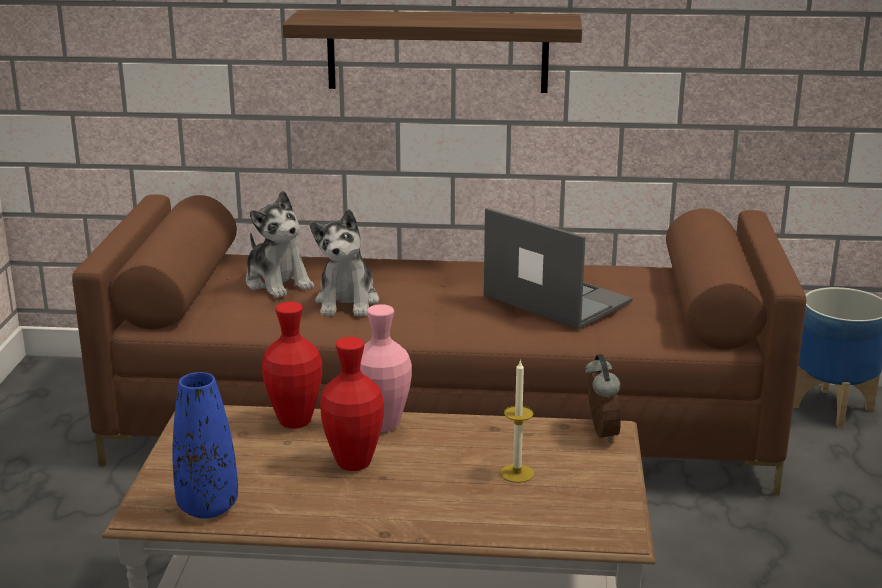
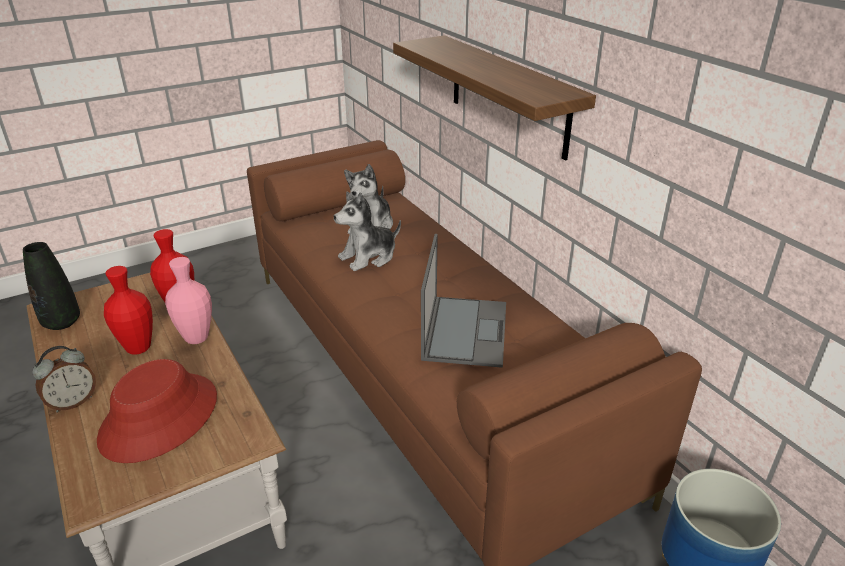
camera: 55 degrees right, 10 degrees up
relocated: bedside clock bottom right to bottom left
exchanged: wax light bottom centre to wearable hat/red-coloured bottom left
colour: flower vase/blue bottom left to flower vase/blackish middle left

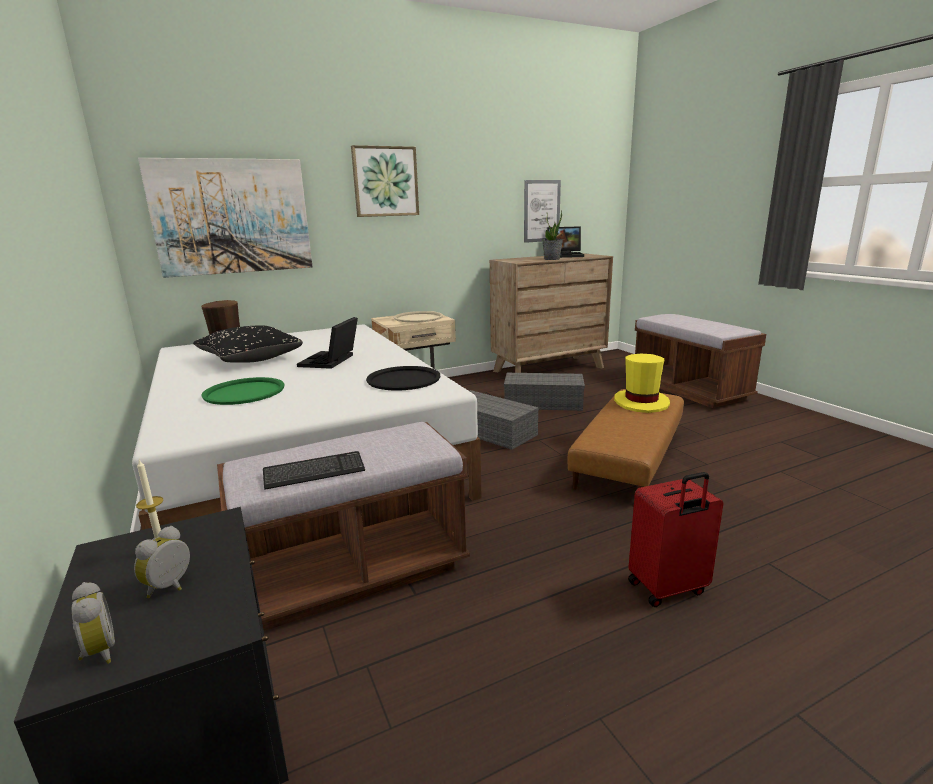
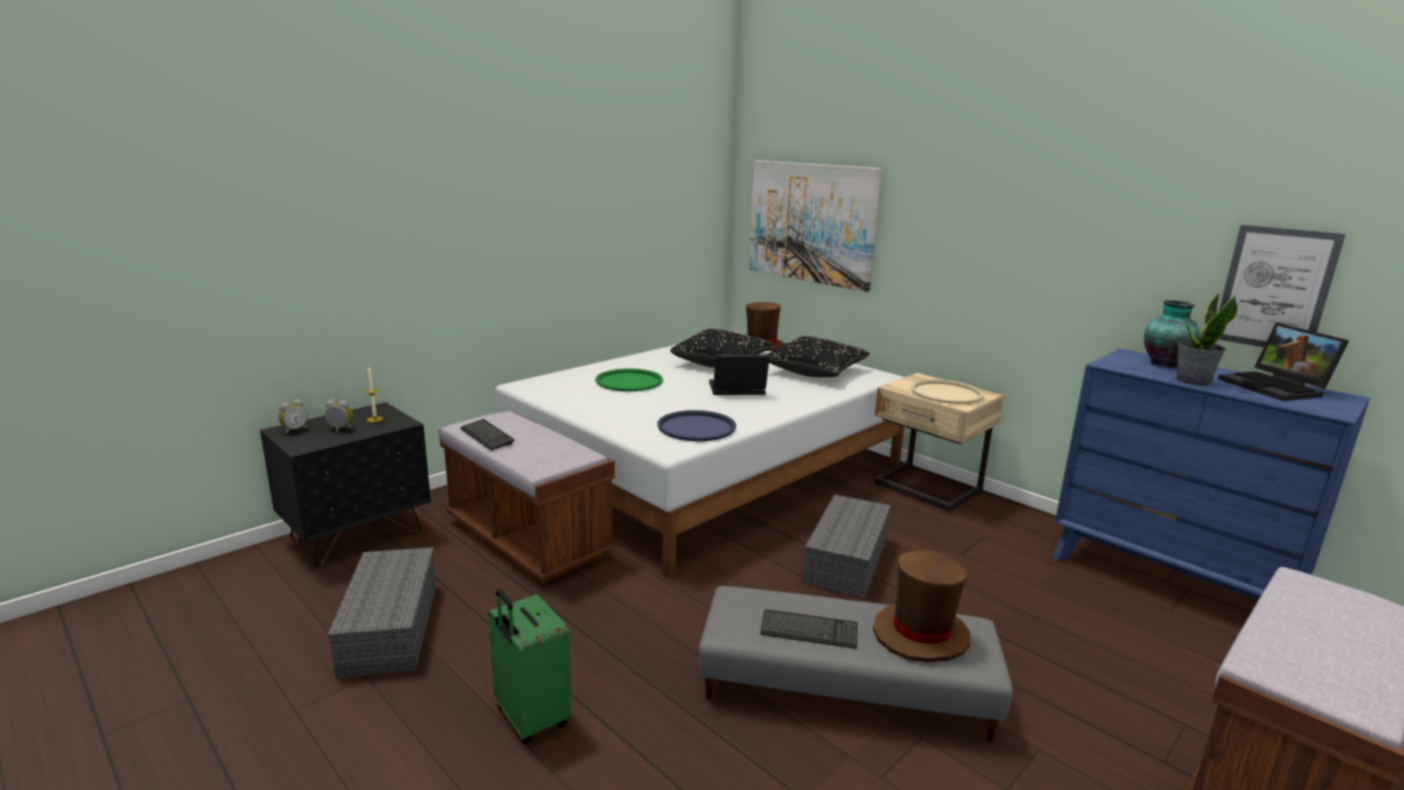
camera: 70 degrees right, 0 degrees up
missing: wall picture (no. 2 from left) top centre
appeared: keyboard (no. 2 from left) bottom centre; throw pillow/blackish (no. 2 from left) centre; flower vase middle right
relocated: storage container/greyish (no. 2 from left in the first image) centre to storage container/greyish (no. 1 from left) bottom left
colour: tray/blackish centre to tray/blue centre; dresser/brown centre to dresser/blue middle right; ottoman/brown middle right to ottoman/greyish bottom centre; wearable hat/yellow middle right to wearable hat/brown (no. 2 from left) bottom centre; suitcase/red-coloured bottom right to suitcase/green bottom centre

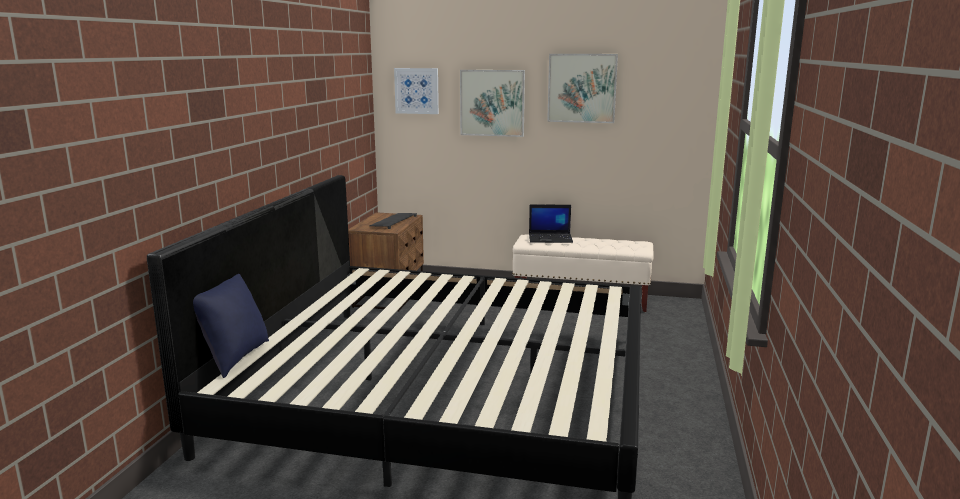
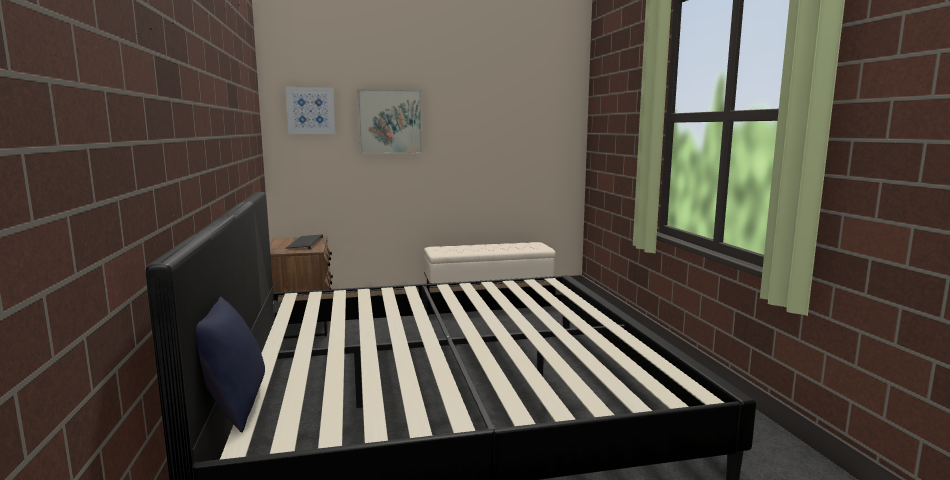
camera: 25 degrees left, 5 degrees down
missing: notebook computer centre; wall picture (no. 3 from left) top centre

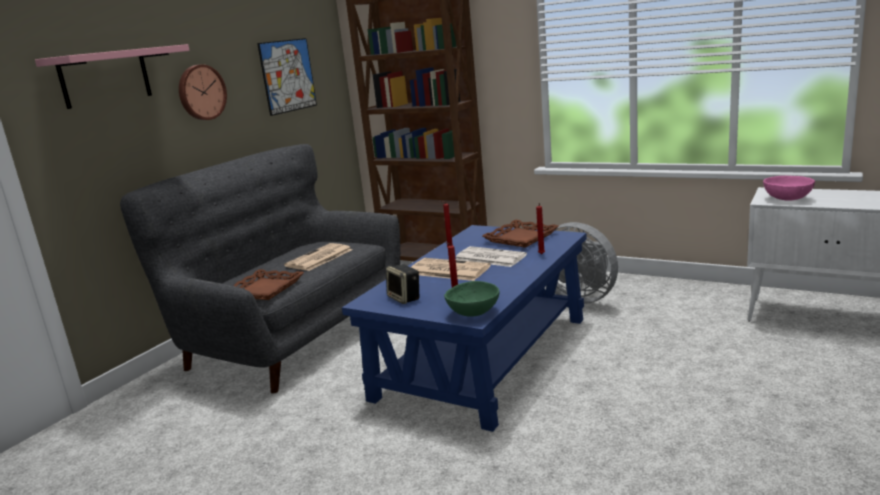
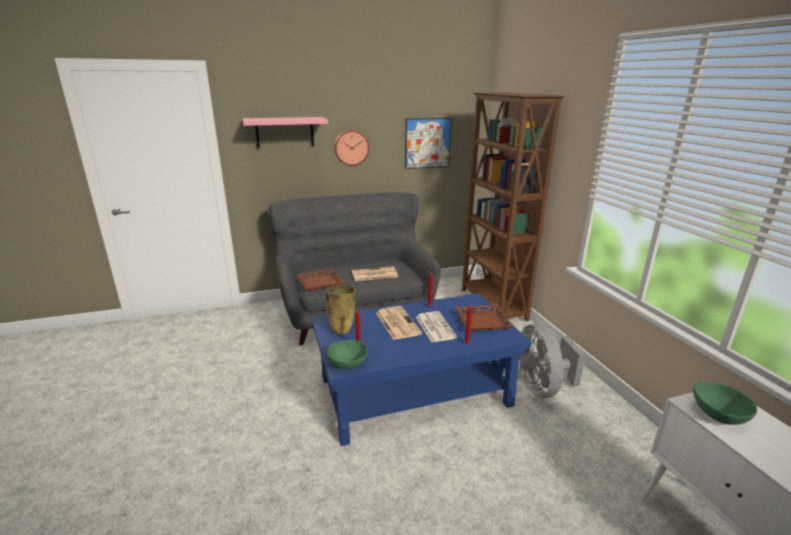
camera: 40 degrees right, 5 degrees up
exchanged: speaker centre to flower vase/beige-coloured centre
colour: deep dish/pink middle right to deep dish/green (no. 2 from left) bottom right

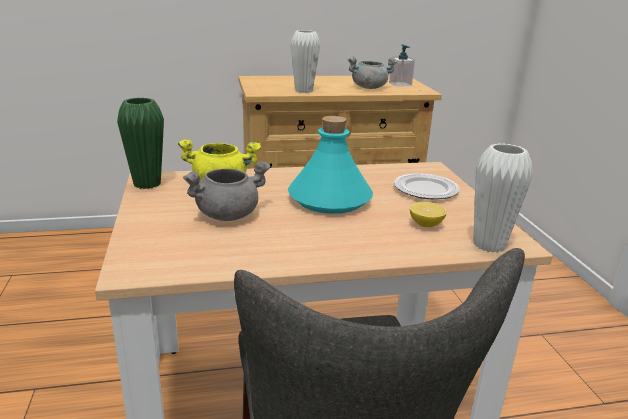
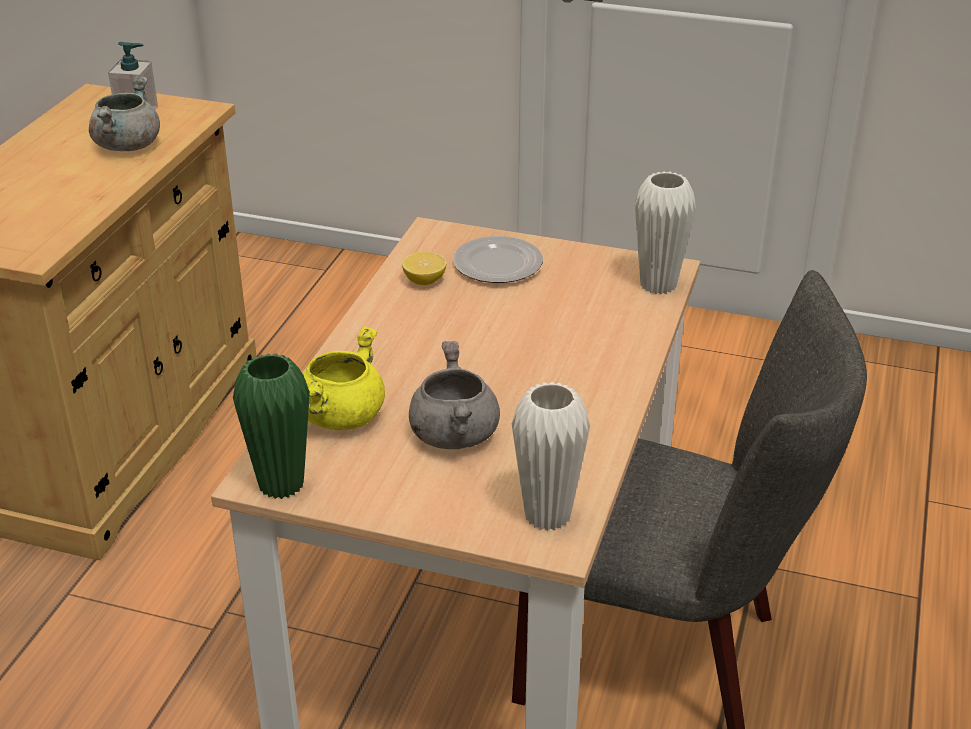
camera: 60 degrees left, 10 degrees up
missing: bottle/turquoise-coloured centre
relocated: flower vase/whitish (no. 1 from left) top centre to centre; lemon middle right to centre

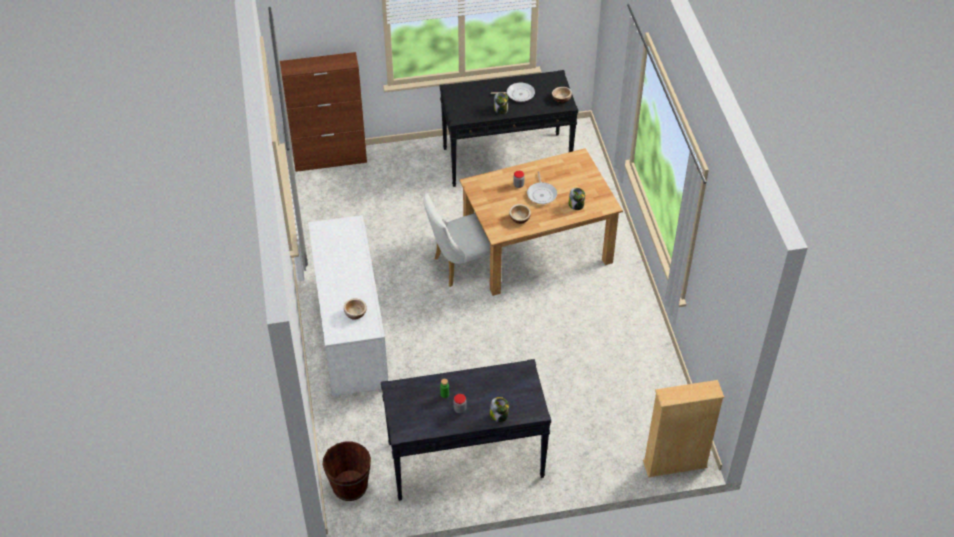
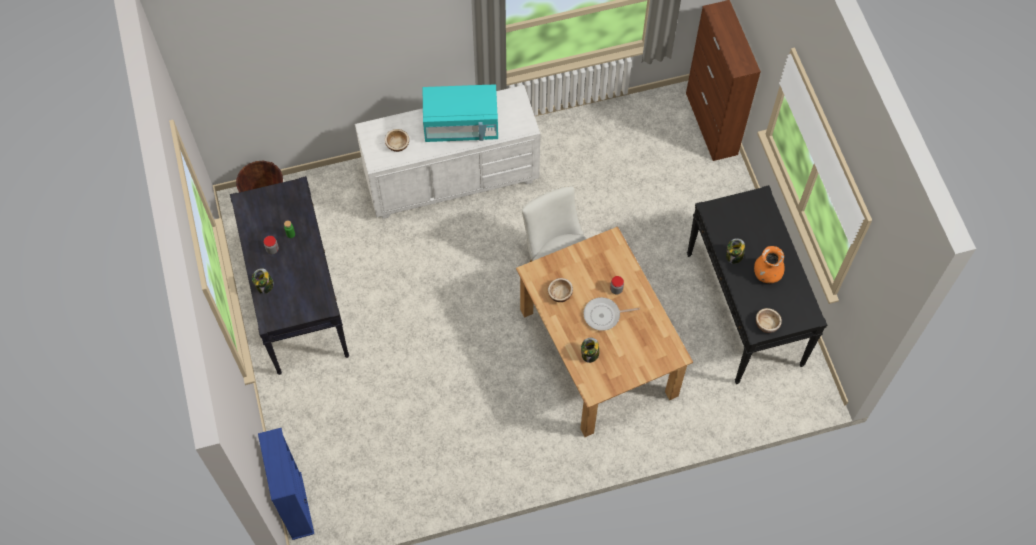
camera: 85 degrees right, 15 degrees up
appeared: microwave/turquoise-coloured top centre
exchanged: frying pan (no. 1 from left) top centre to flower vase/orange-coloured middle right
colour: bookcase/beige-coloured bottom right to bookcase/blue bottom left

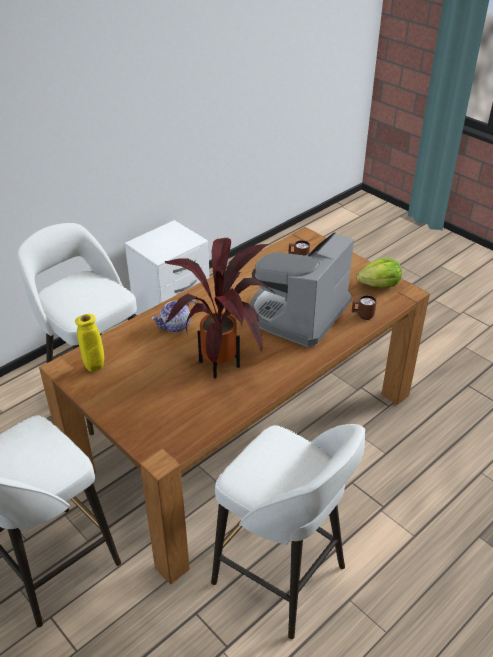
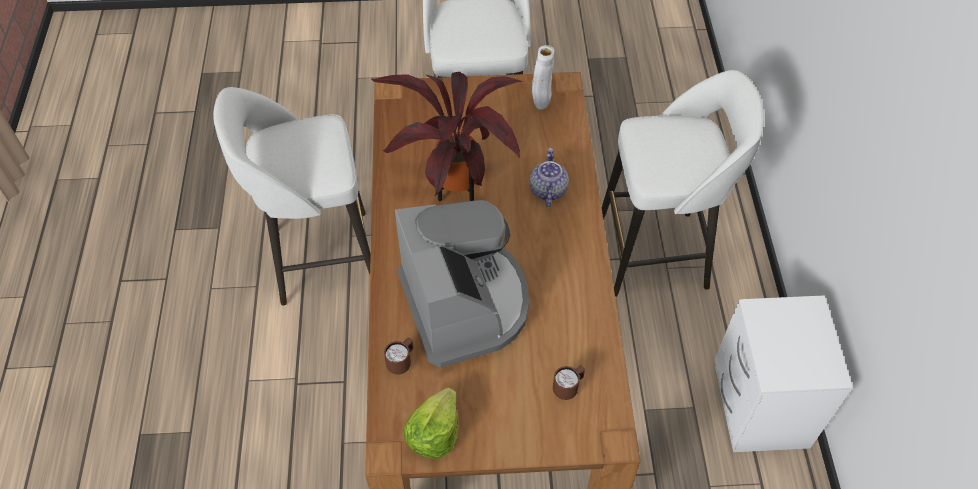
camera: 130 degrees right, 15 degrees up
colour: flower vase/yellow middle left to flower vase/whitish top centre

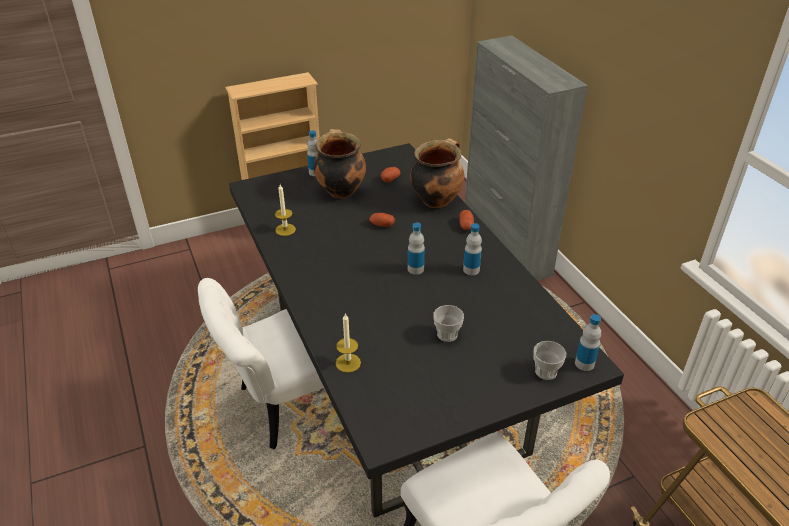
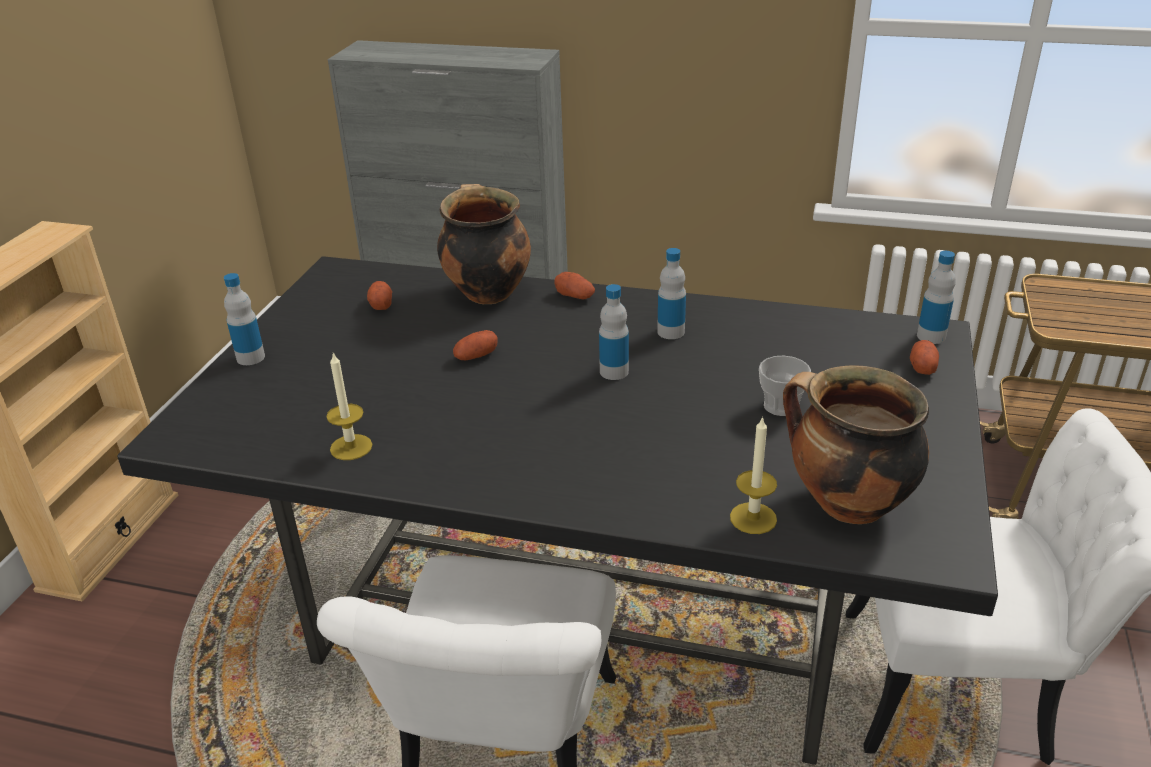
camera: 50 degrees left, 5 degrees down
relocated: saucepot (no. 1 from left in the first image) top centre to saucepot (no. 2 from left) middle right
exchanged: drinking cup (no. 2 from left) bottom right to whole potato (no. 4 from left) middle right

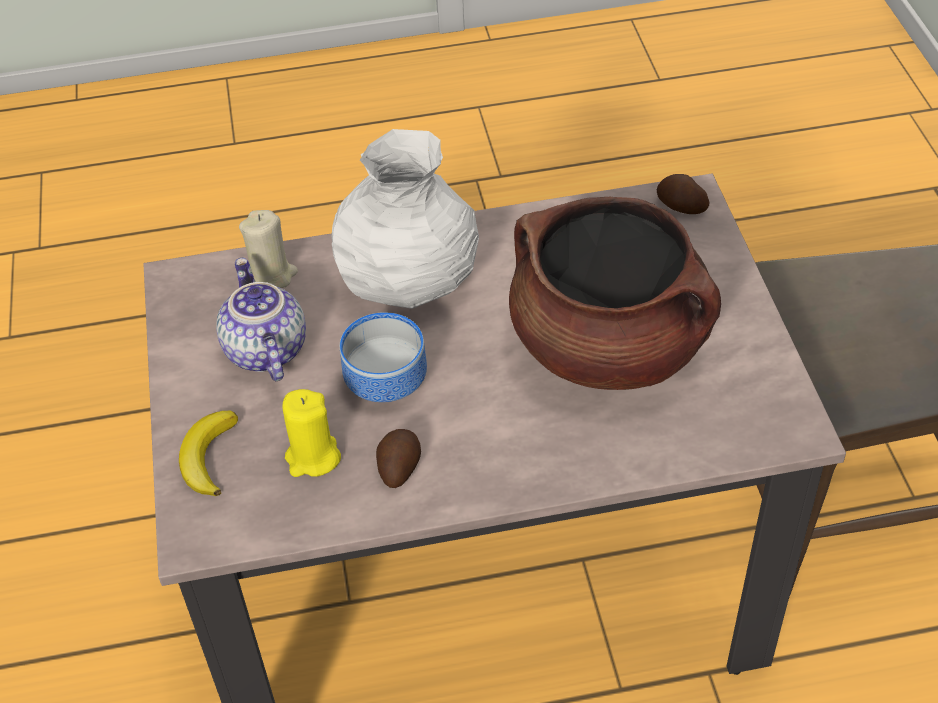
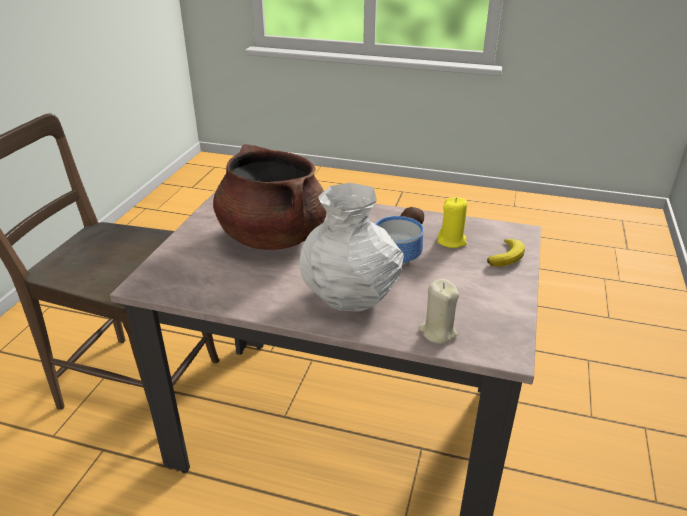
camera: 155 degrees left, 15 degrees down
missing: pot for tea middle left; whole potato (no. 2 from left) top right

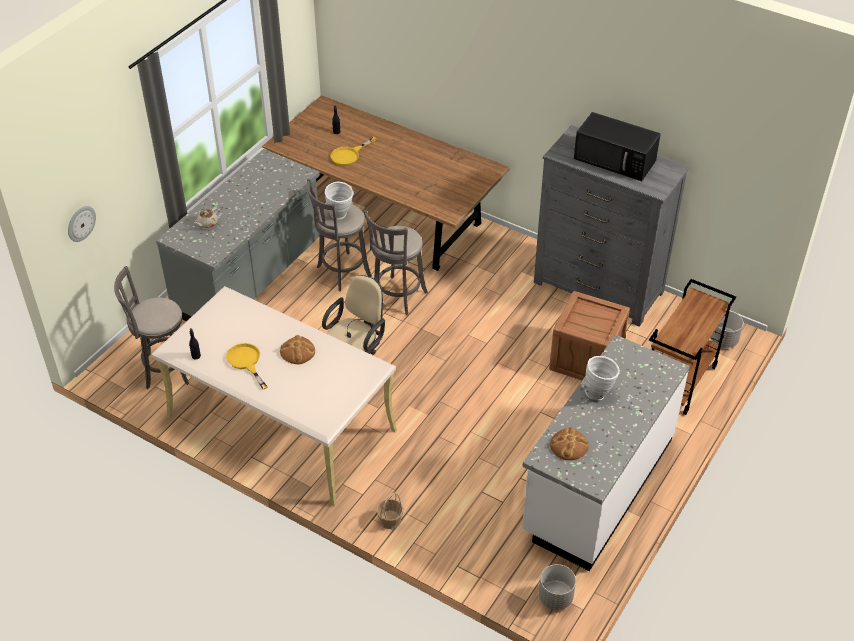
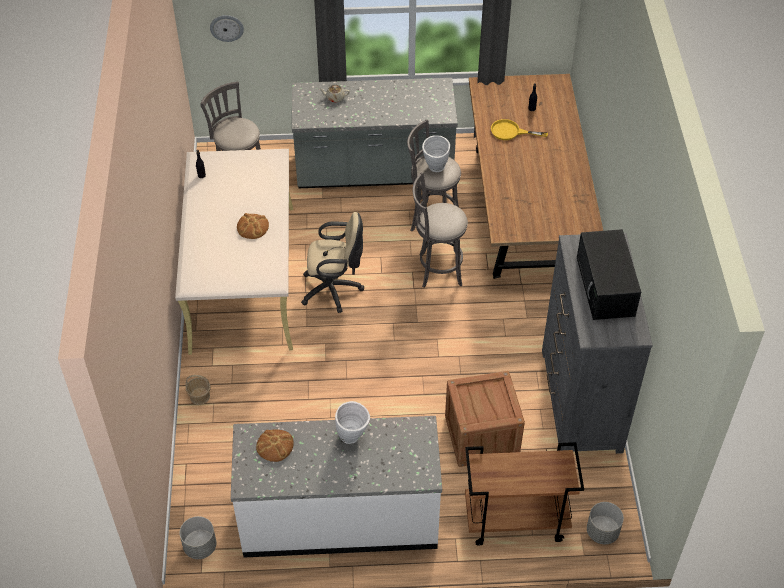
camera: 55 degrees right, 5 degrees up
missing: frying pan/yellow (no. 1 from left) middle left

